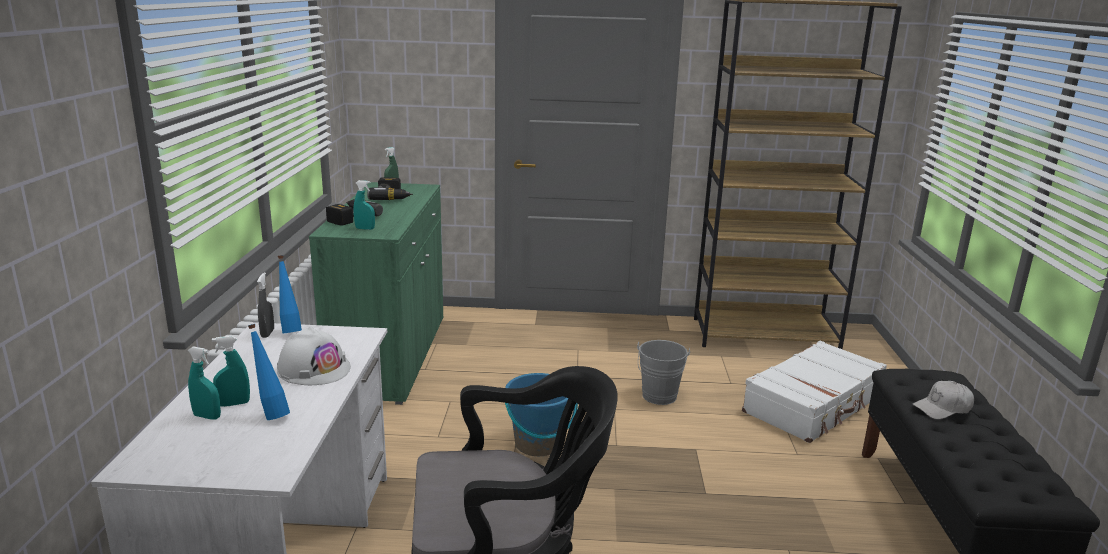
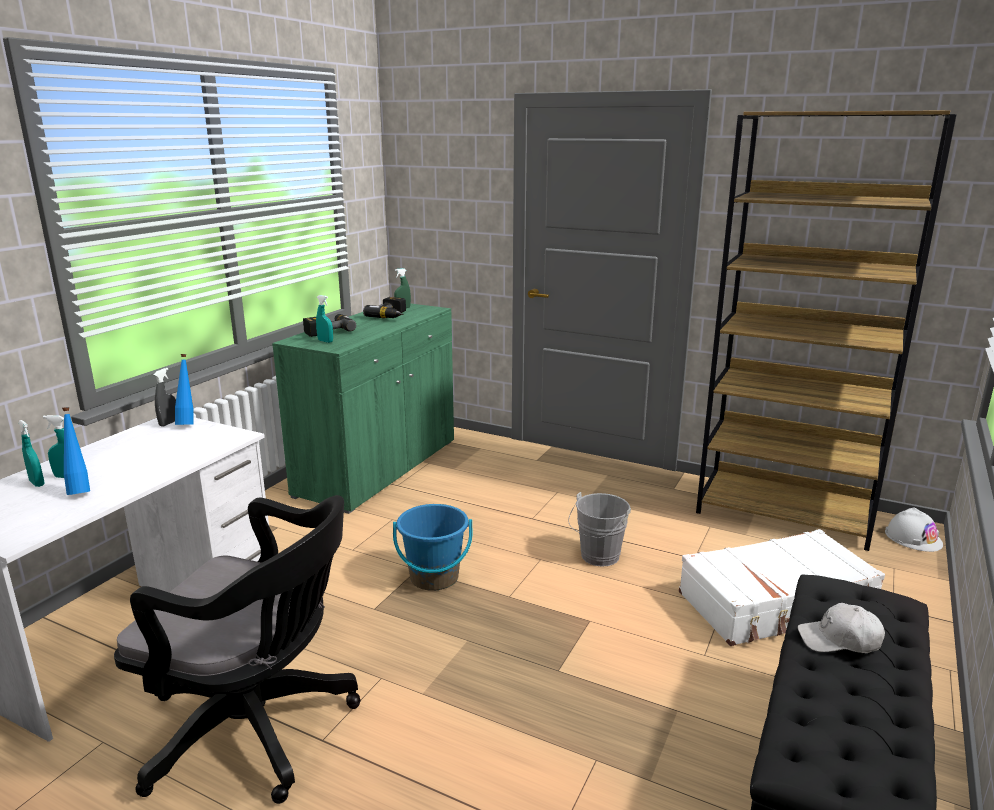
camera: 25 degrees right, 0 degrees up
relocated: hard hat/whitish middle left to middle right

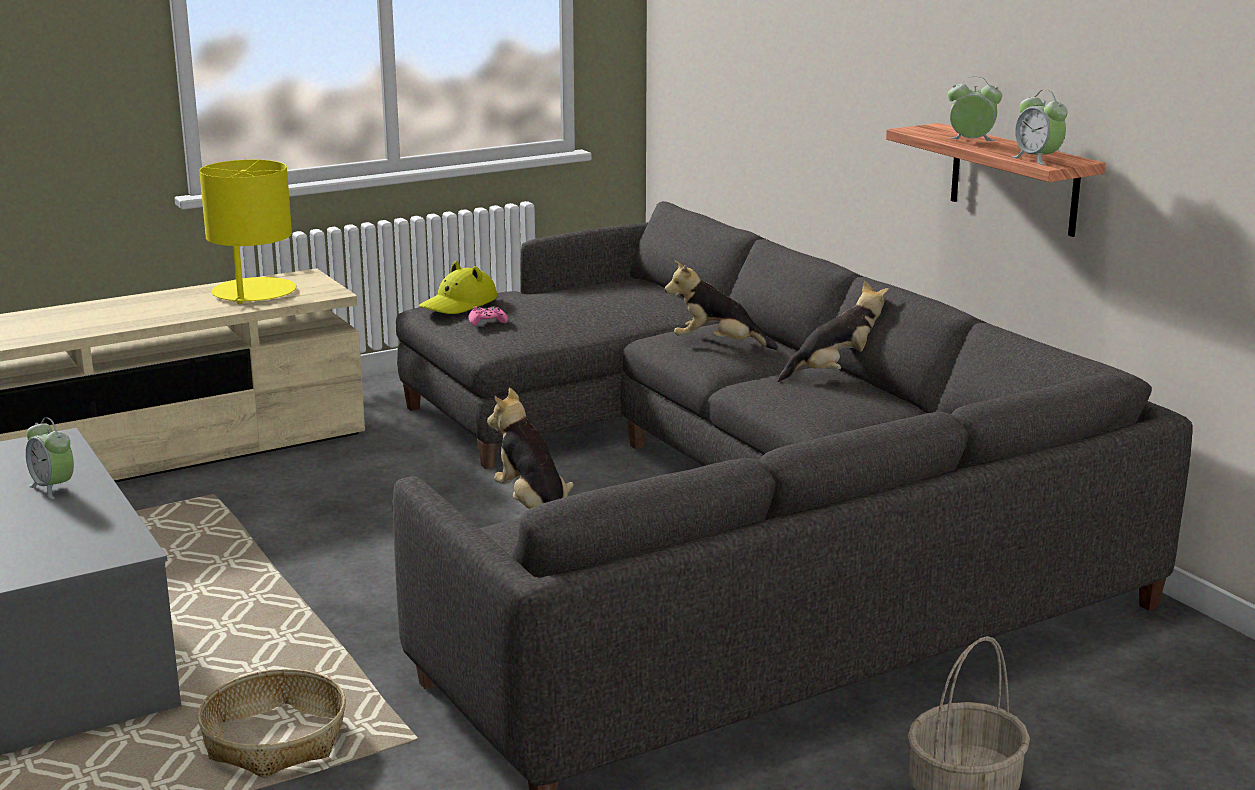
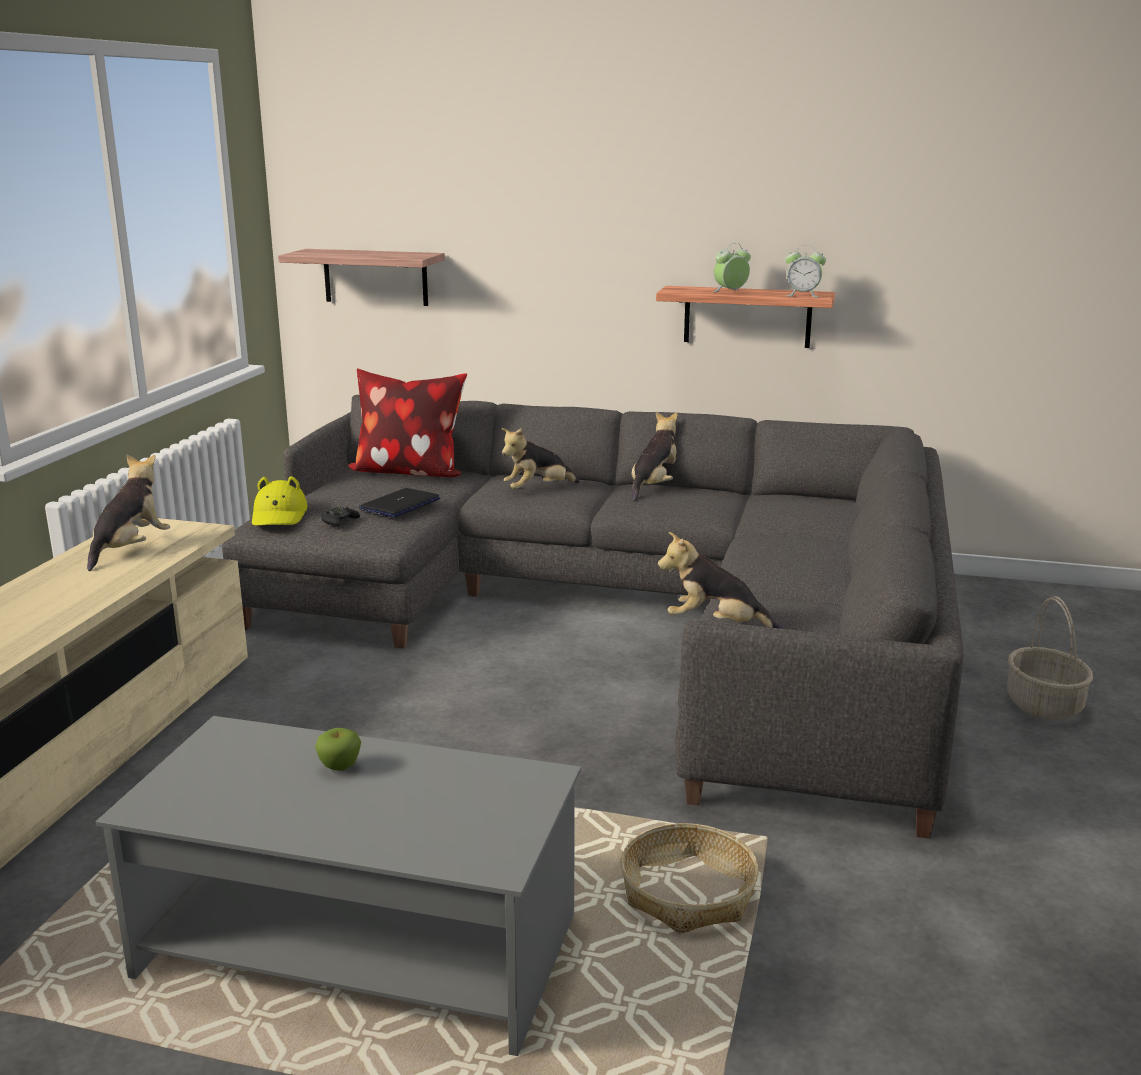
camera: 45 degrees left, 0 degrees up
appeared: shelf (no. 1 from left) top left; throw pillow centre; notebook computer centre
exchanged: bedside clock (no. 1 from left) middle left to whole apple bottom left; lamp for a table/yellow top left to plush toy (no. 1 from left) middle left
colour: game controller/pink centre to game controller/blackish middle left

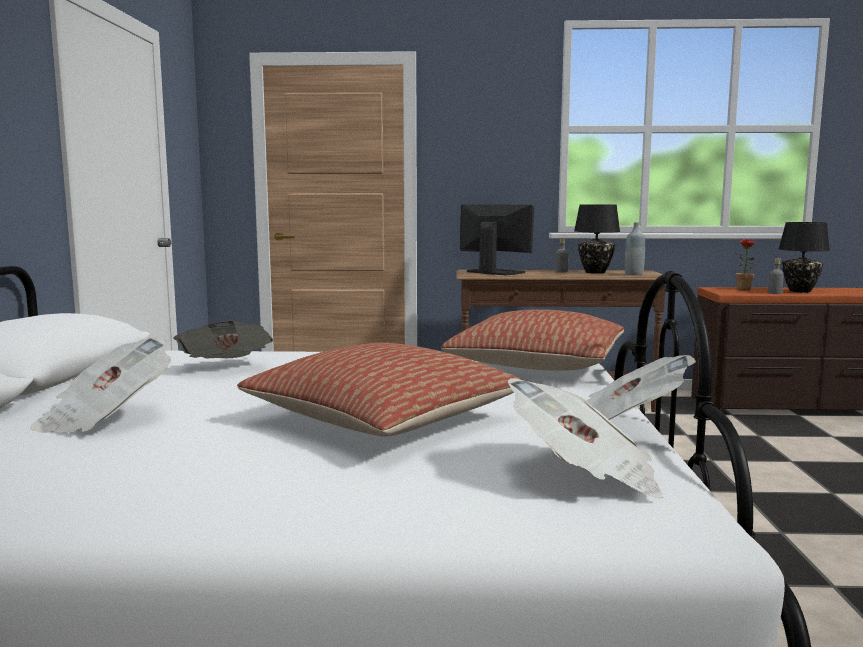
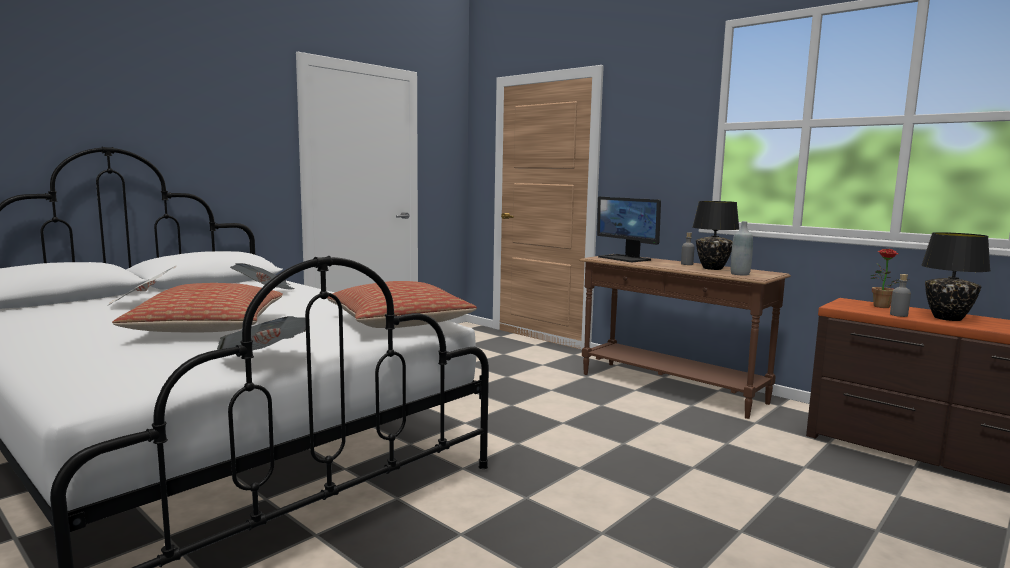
camera: 40 degrees right, 0 degrees up
missing: daily paper (no. 3 from left) bottom right
spun: computer display centre = centre 150 degrees clockwise

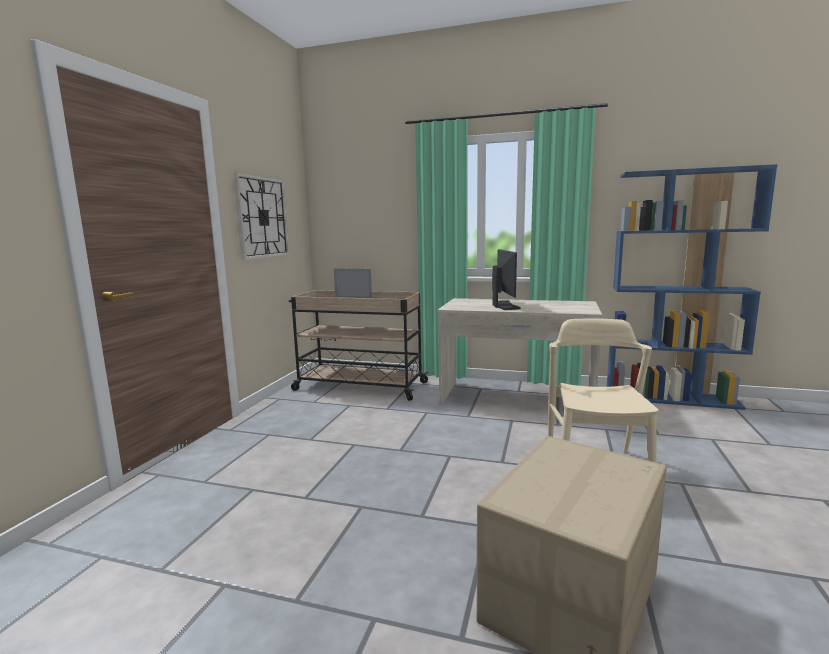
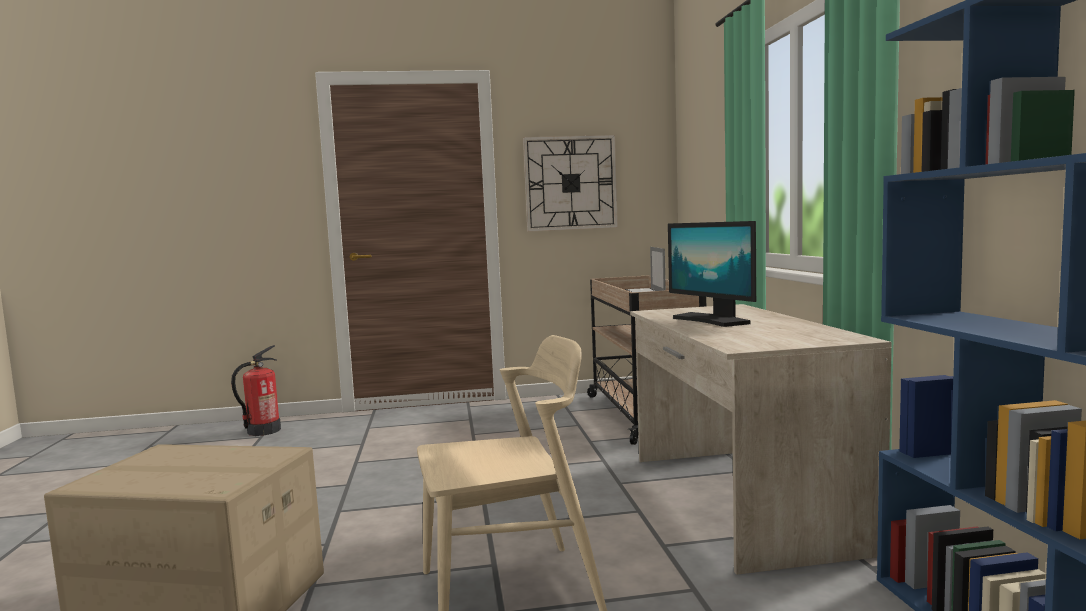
camera: 65 degrees right, 5 degrees down
appeared: extinguisher middle left
spun: computer display centre = centre 90 degrees clockwise

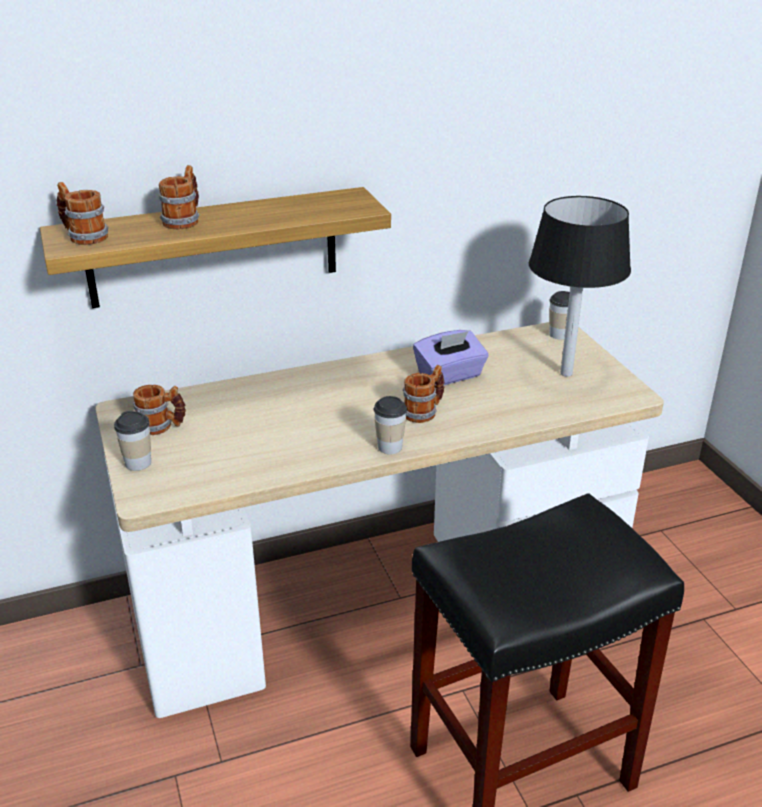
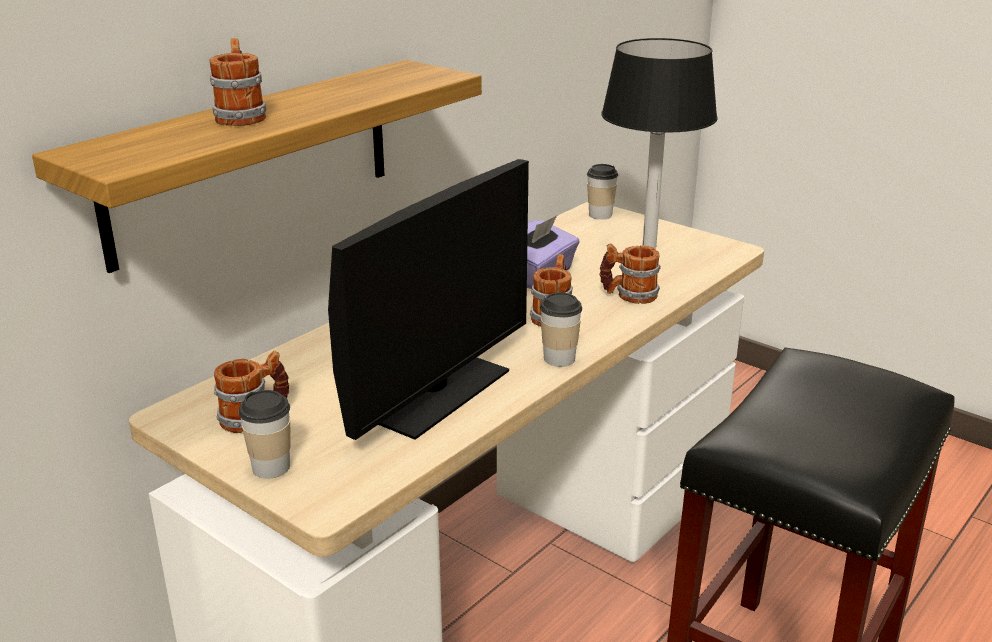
camera: 30 degrees left, 5 degrees down
appeared: computer display centre
relocated: mug (no. 1 from left in the first image) top left to mug (no. 4 from left) centre

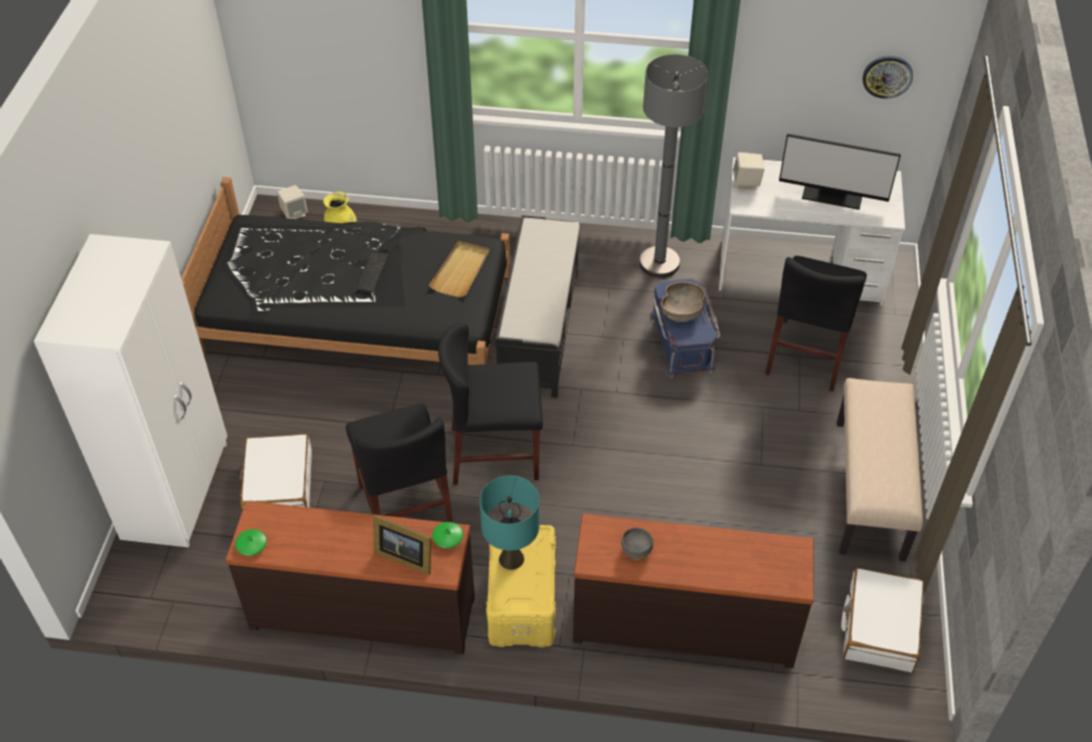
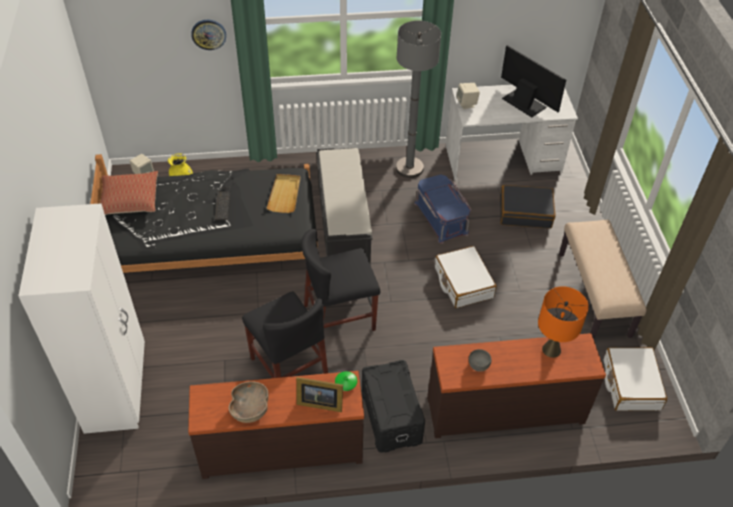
camera: 15 degrees left, 0 degrees up
missing: flower vase/green (no. 1 from left) bottom left; lamp for a table/turquoise-coloured bottom centre
appeared: throw pillow middle left; lamp for a table/orange-coloured middle right
relocated: suitcase/whitish (no. 1 from left) middle left to centre; deep dish/brown centre to bottom centre; clock on the wall top right to top left
exchanged: plain chair/blackish (no. 3 from left) middle right to suitcase/blackish middle right
colour: storage container/yellow bottom centre to storage container/blackish bottom centre
spun: computer display top right = top right 135 degrees counterclockwise

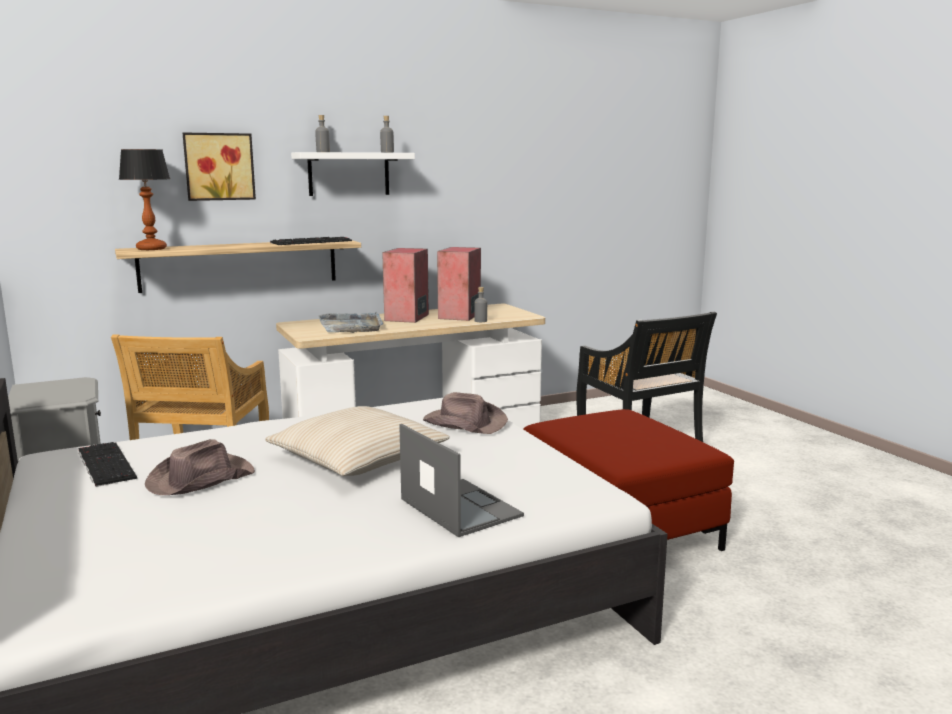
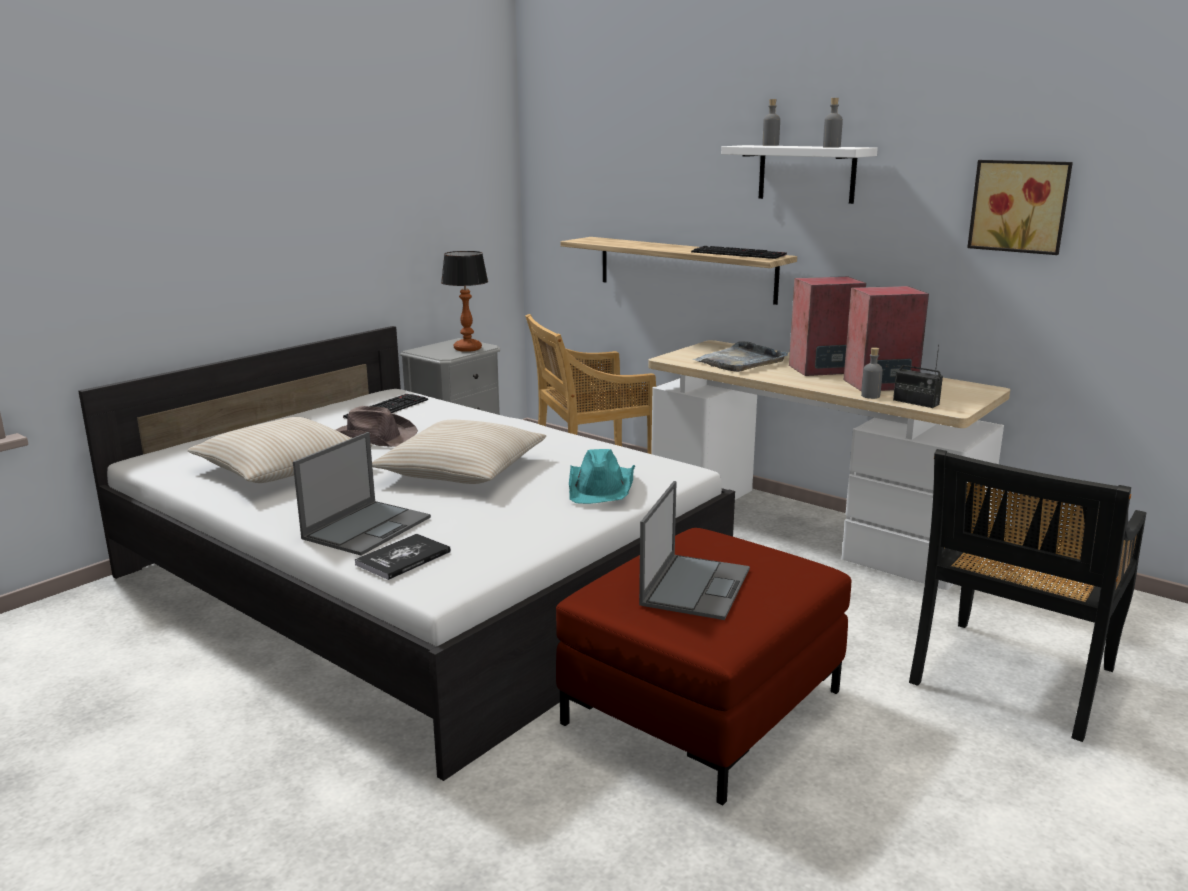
camera: 65 degrees right, 5 degrees up
appeared: throw pillow/beige-coloured (no. 1 from left) middle left; volume centre; notebook computer (no. 2 from left) centre; radio middle right
relocated: lamp for a table top left to centre; wall picture top left to top right
colour: wearable hat/brown (no. 2 from left) centre to wearable hat/turquoise-coloured centre

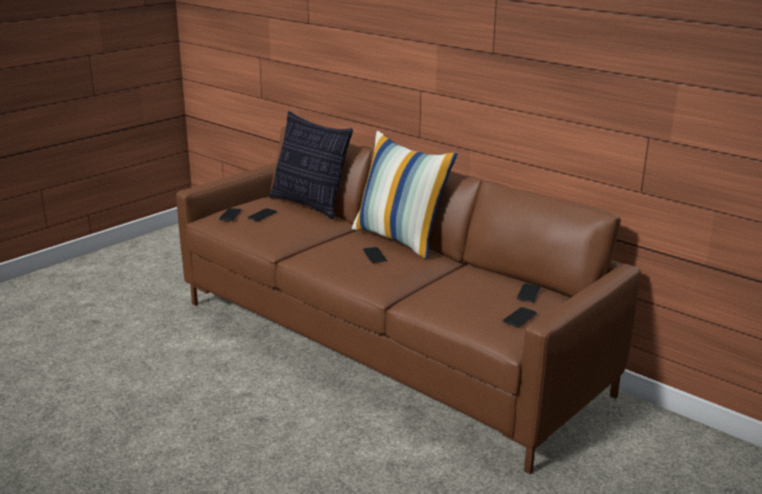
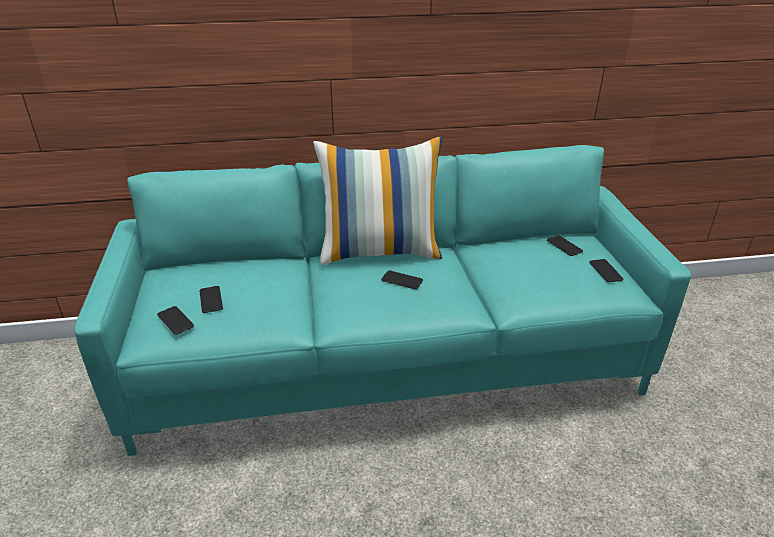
camera: 50 degrees left, 10 degrees up
missing: throw pillow (no. 1 from left) centre
colour: sofa/brown centre to sofa/turquoise-coloured centre

